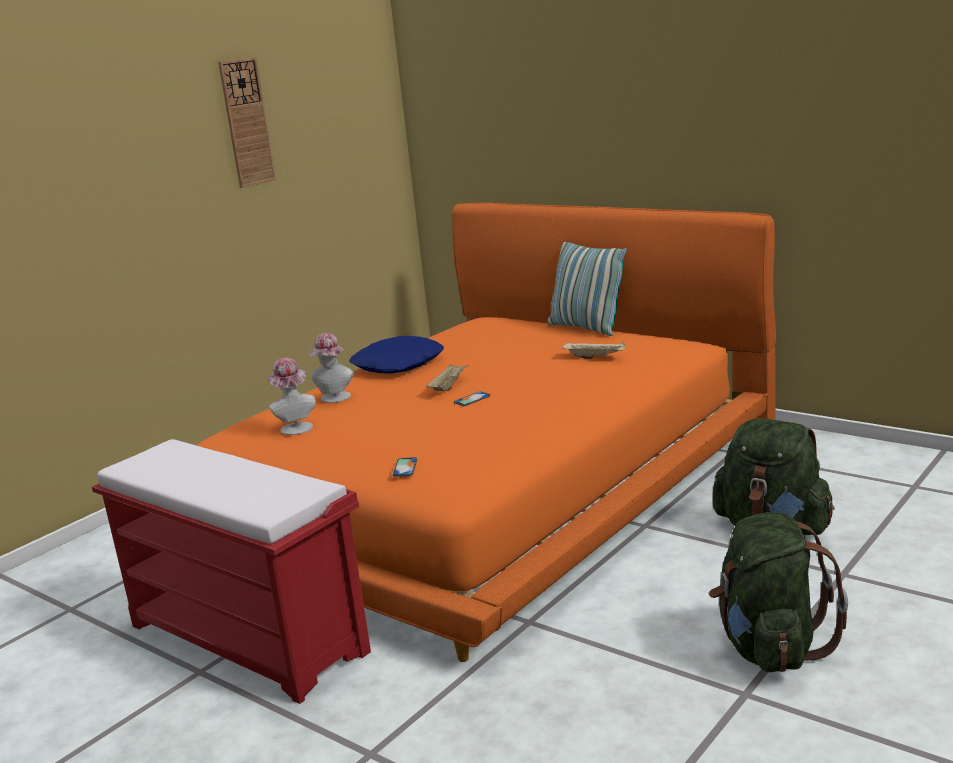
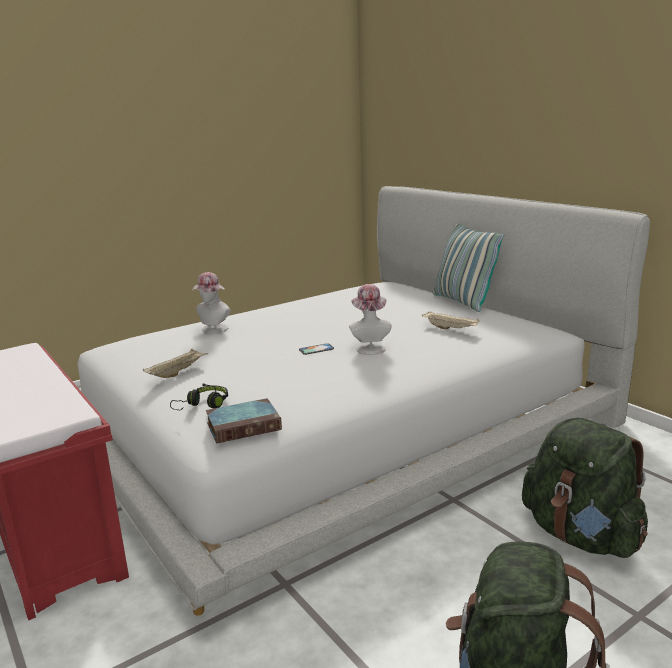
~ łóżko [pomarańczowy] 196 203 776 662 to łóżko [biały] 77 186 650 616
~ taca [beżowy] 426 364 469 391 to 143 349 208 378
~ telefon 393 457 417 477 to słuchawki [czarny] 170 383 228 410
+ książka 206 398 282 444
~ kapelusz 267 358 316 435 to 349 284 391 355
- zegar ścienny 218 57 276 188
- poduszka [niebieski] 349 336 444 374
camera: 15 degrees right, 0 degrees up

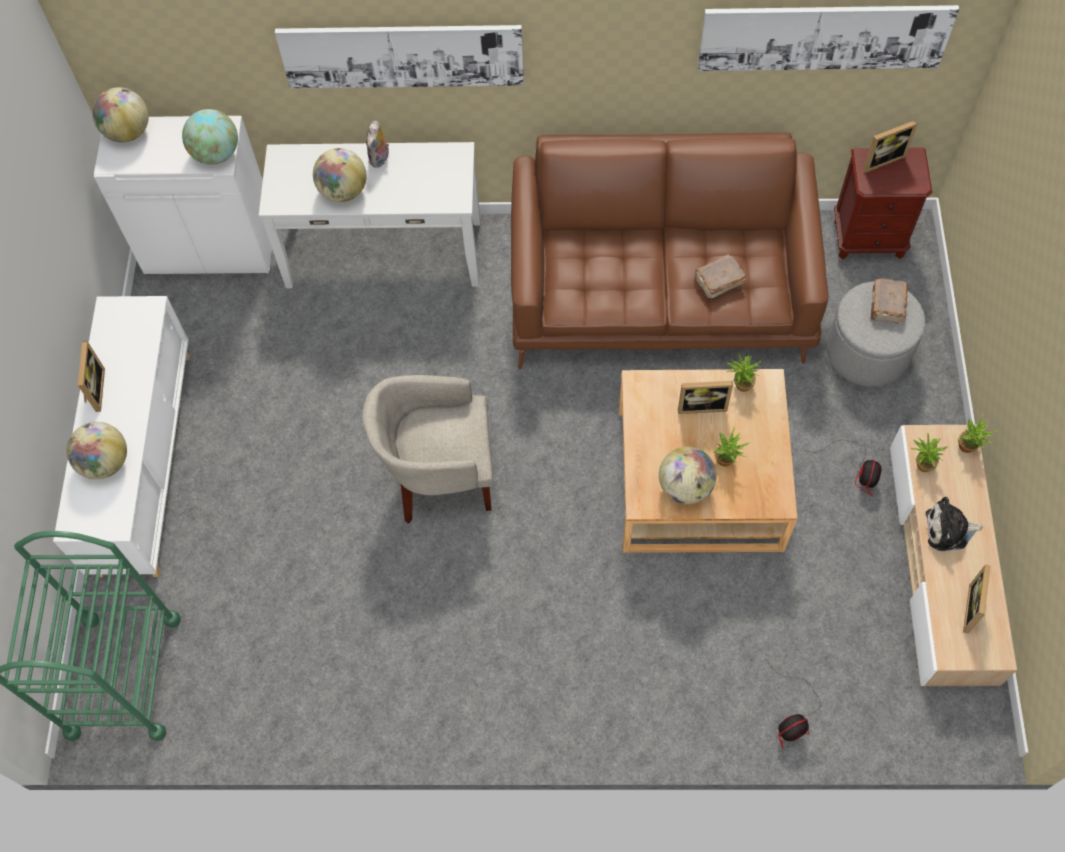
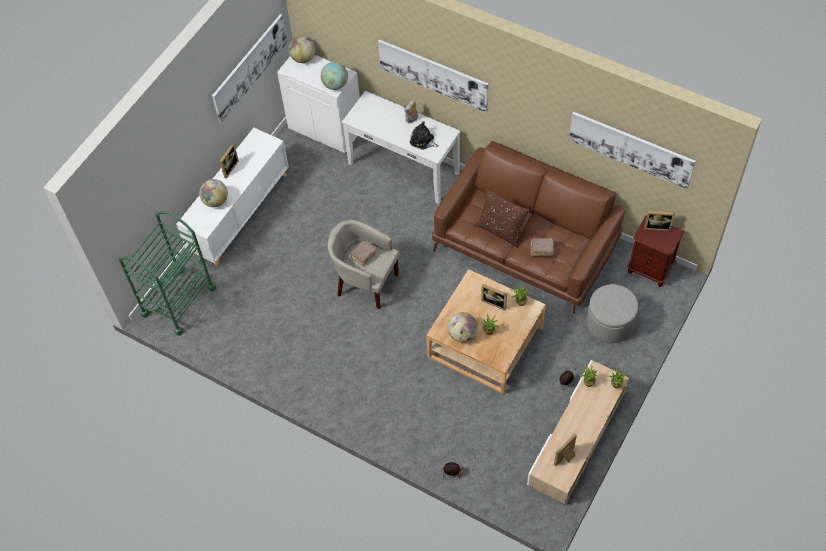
+ obraz 212 14 287 123
~ książka [brązowy] 871 278 908 323 to 351 240 377 266
~ pluszak 926 497 983 551 to 409 121 439 150
+ poduszka [brązowy] 476 189 529 248
- globus 313 148 366 202
camera: 30 degrees right, 5 degrees down

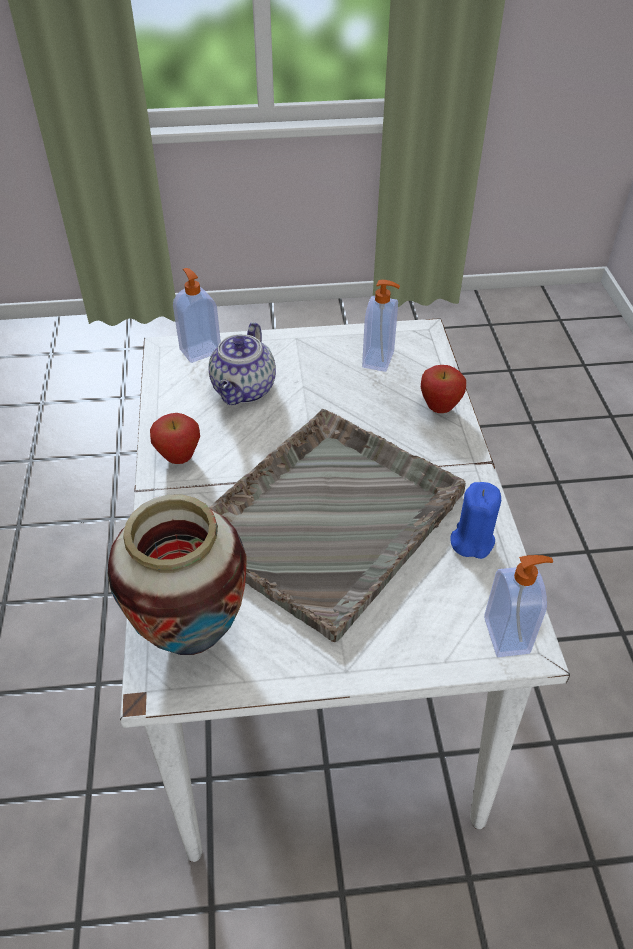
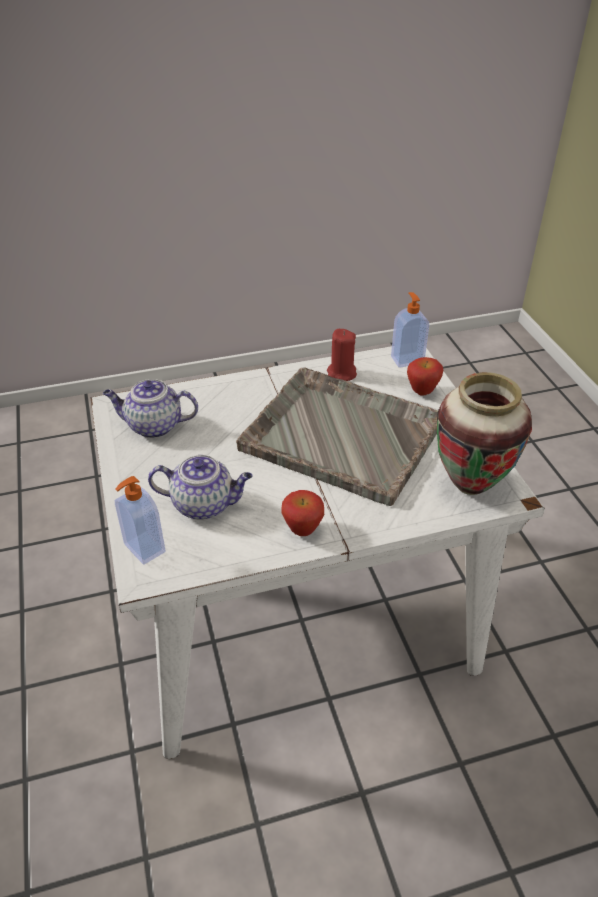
~ dozownik mydła 362 280 400 372 to imbryk 103 379 198 438
~ świeca [niebieski] 450 482 501 559 to świeca [czerwony] 327 329 357 381
~ jabłko 421 365 466 413 to 407 357 443 396
camera: 100 degrees left, 5 degrees down

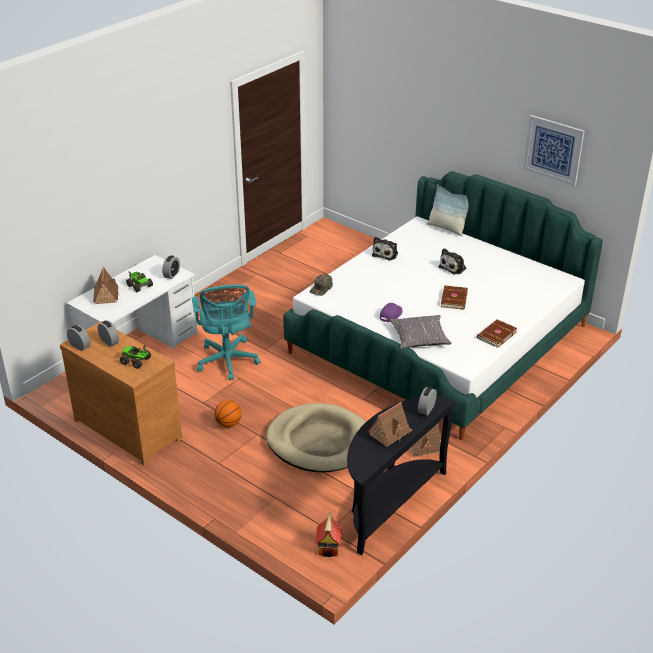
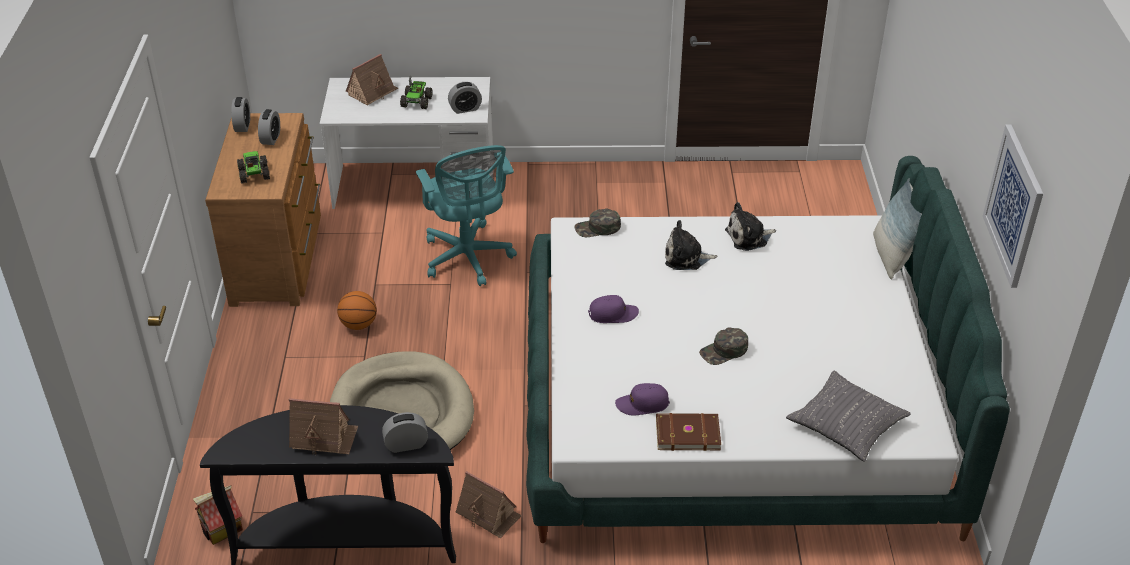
~ krzesło biurowe [turkusowy] 192 285 261 381 = 416 145 517 286 60 degrees counterclockwise
+ czapka z daszkiem [fioletowy] 615 383 670 416
~ pluszak 438 248 466 275 to 665 220 718 270
~ książka [brązowy] 441 285 468 310 to czapka z daszkiem [zielony] 699 327 748 365
~ poduszka [szary] 390 315 452 349 to 786 371 911 462
camera: 50 degrees right, 5 degrees up

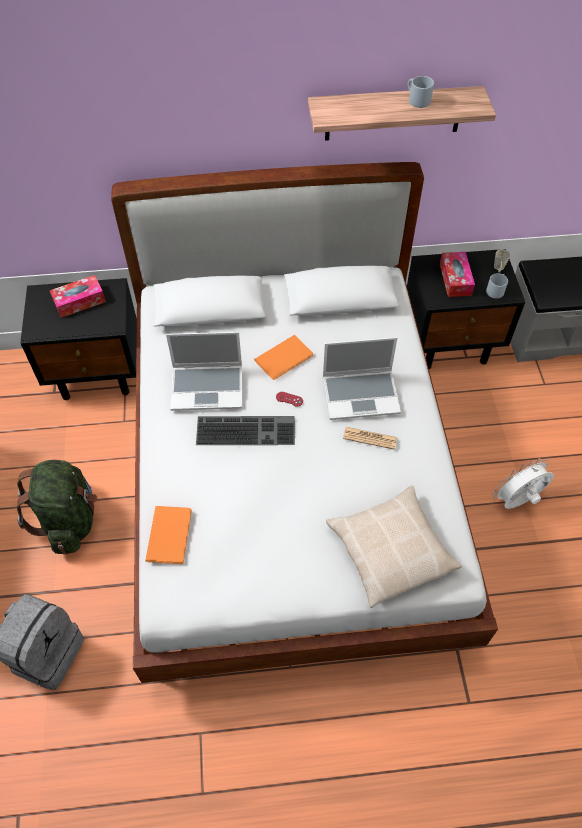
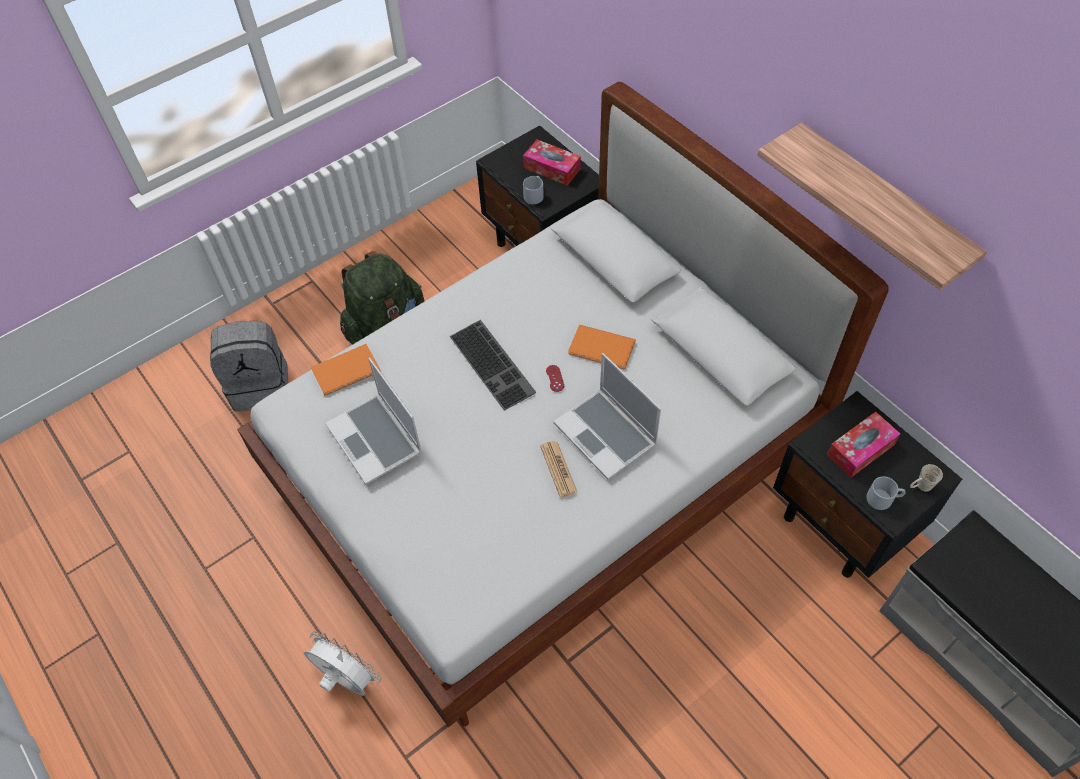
~ wentylator [biały] 492 458 554 509 to 304 631 381 696
~ laptop 166 332 242 411 to 325 358 422 485
~ kubek [szary] 408 76 434 108 to 523 176 544 204
- poduszka [beżowy] 326 485 462 608
camera: 60 degrees right, 0 degrees up

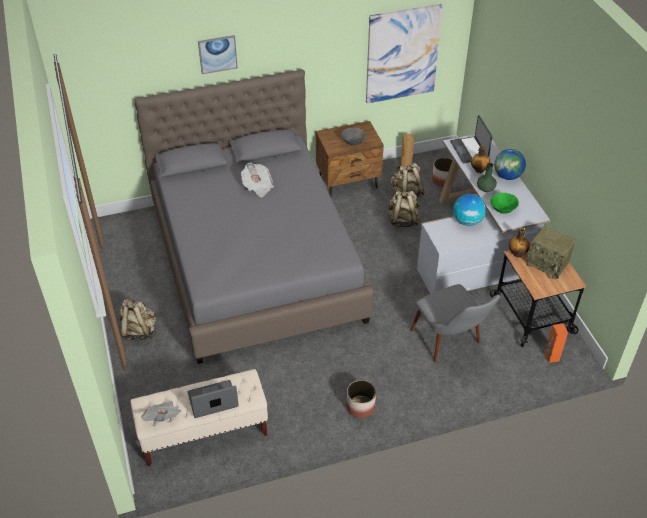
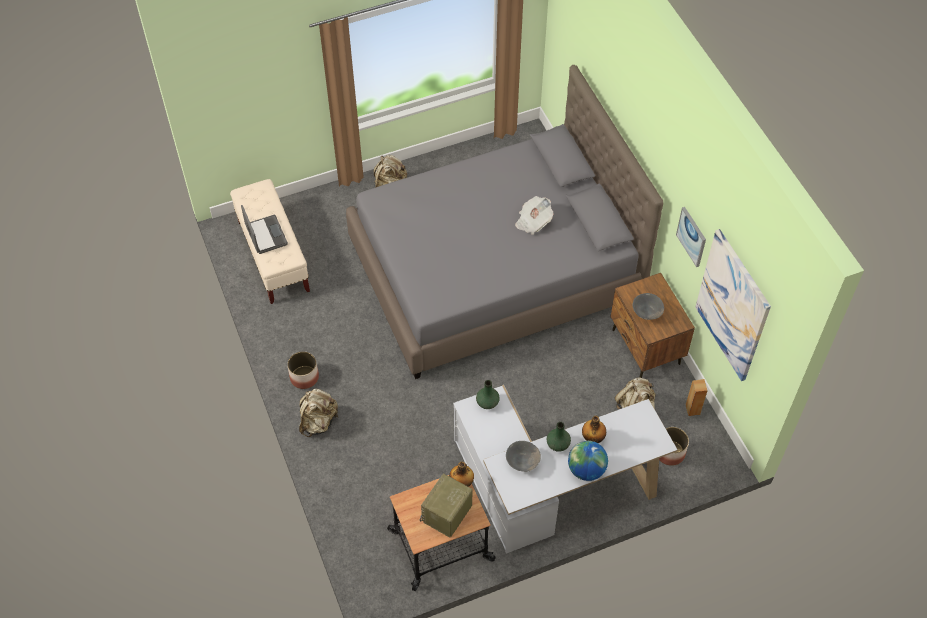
~ plecak [beżowy] 388 190 420 227 to 299 389 338 437
+ wazon [zielony] 476 380 500 409
~ miska [zielony] 490 193 519 214 to miska [szary] 506 441 541 472
~ obraz 198 35 238 74 to 676 207 706 267
- gazeta 141 401 181 423
- krzesło [szary] 410 284 500 362
- laptop 450 115 493 163
- globus 453 194 486 226
- głośnik [pomarańczowy] 545 323 568 363
camera: 85 degrees right, 10 degrees up

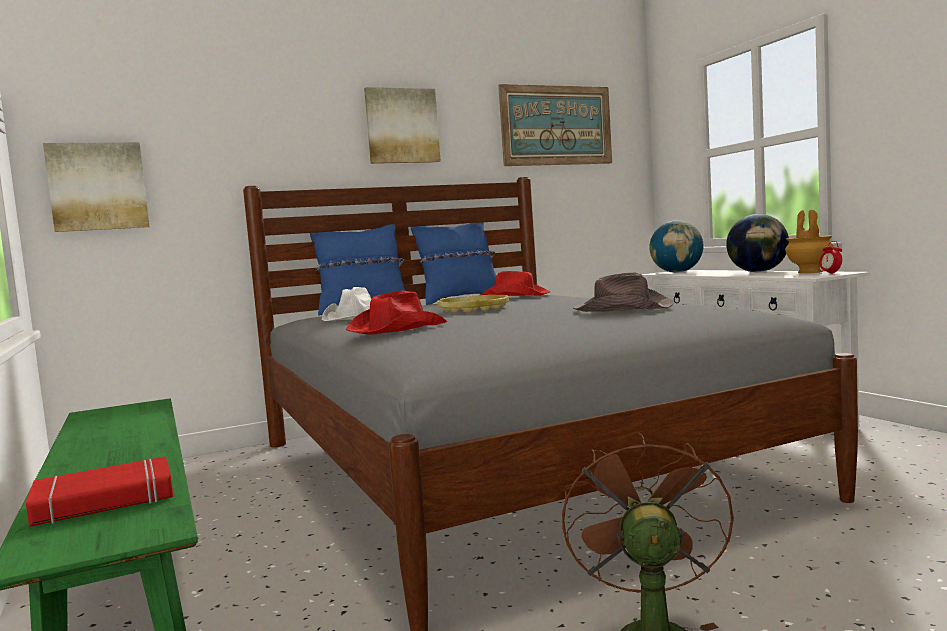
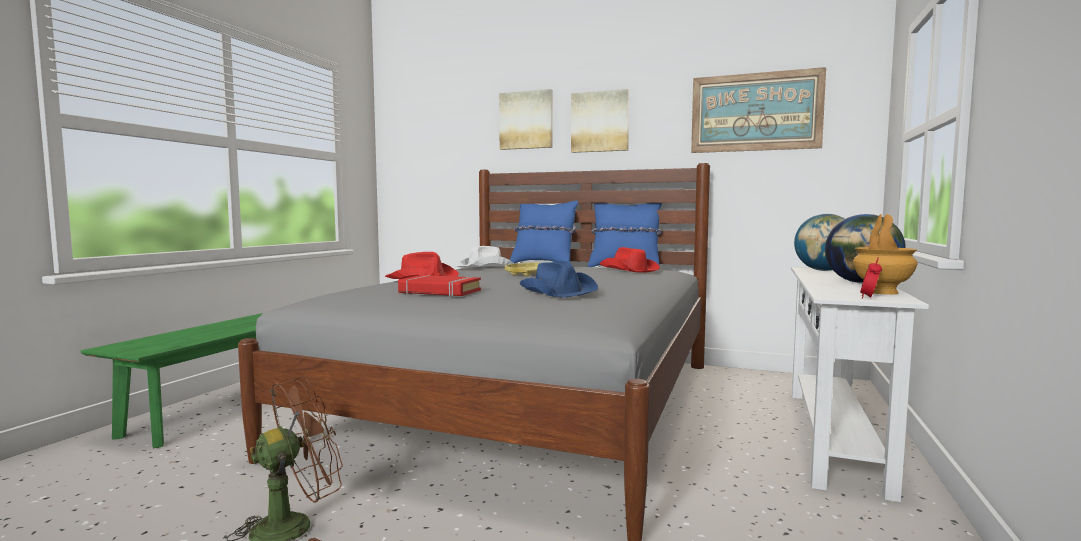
~ książka [czerwony] 26 456 173 527 to 398 275 481 297
~ obraz 43 142 149 232 to 499 89 553 150
~ kapelusz [brązowy] 573 273 673 312 to kapelusz [niebieski] 520 261 598 298
camera: 45 degrees right, 0 degrees up

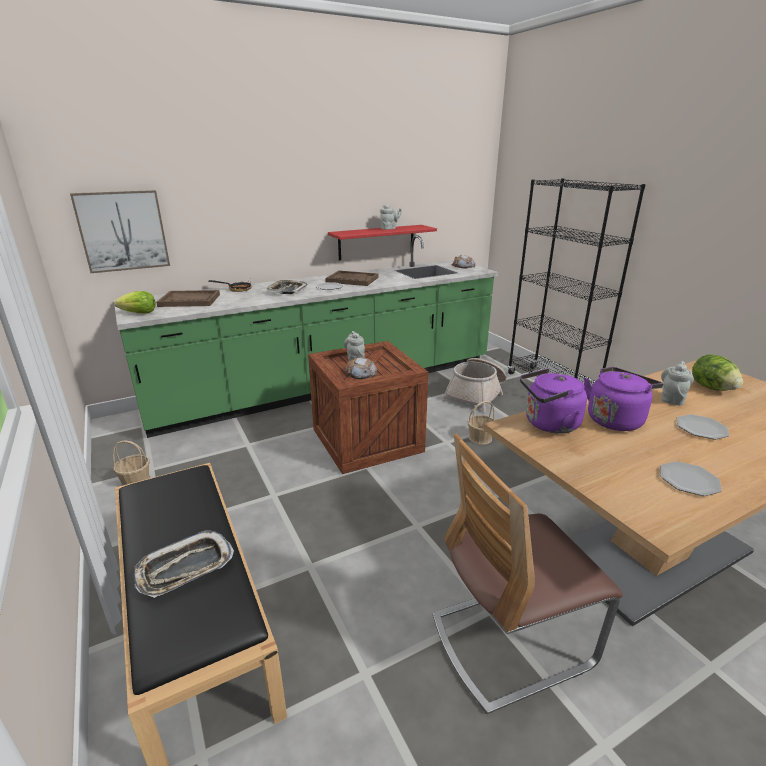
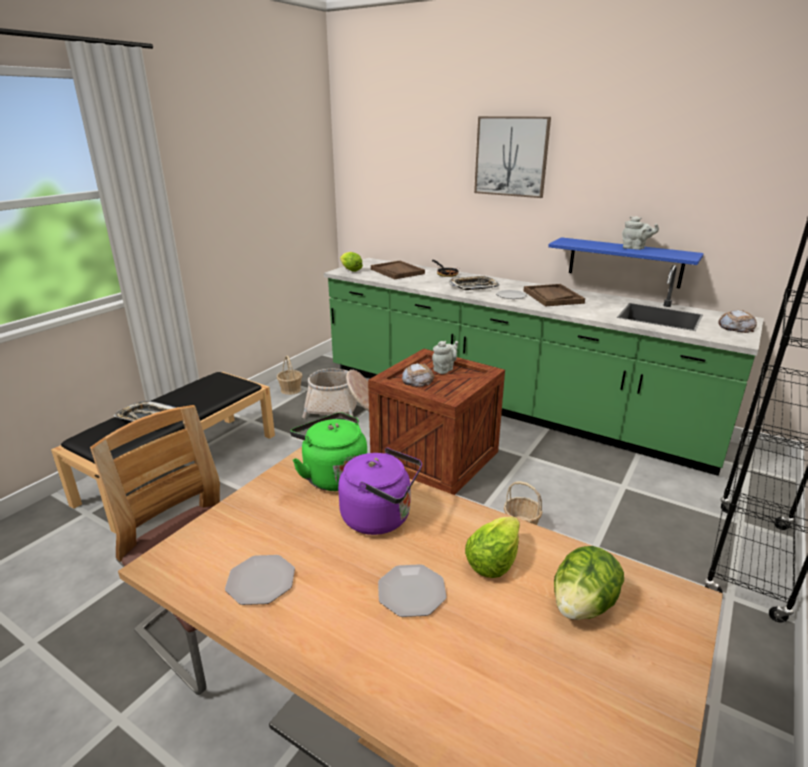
~ czajnik [fioletowy] 520 368 587 434 to czajnik [zielony] 290 412 367 491
~ koszyk 442 358 507 412 to 302 369 369 419
~ imbryk [szary] 661 361 694 406 to sałata 465 517 520 578
~ obraz 70 190 170 273 to 474 116 551 198
~ półka [czerwony] 328 225 437 261 to półka [niebieski] 548 237 704 289
camera: 60 degrees right, 0 degrees up

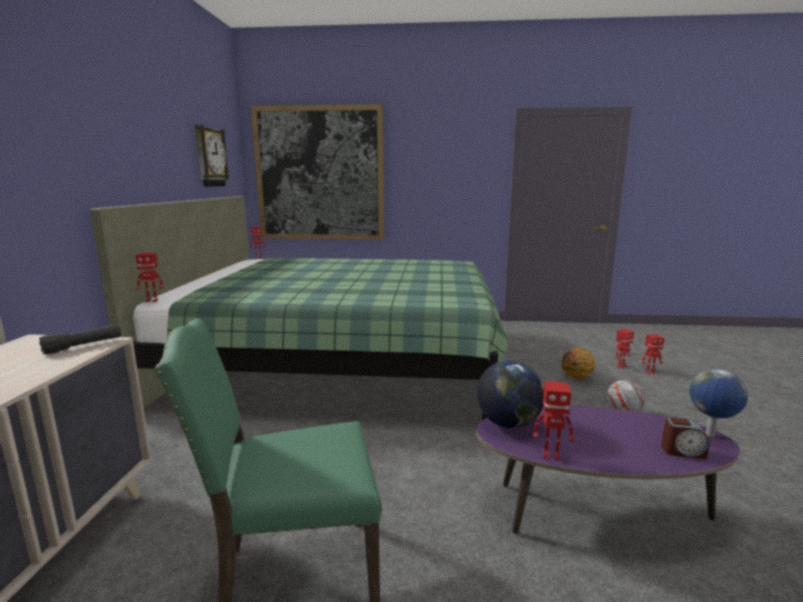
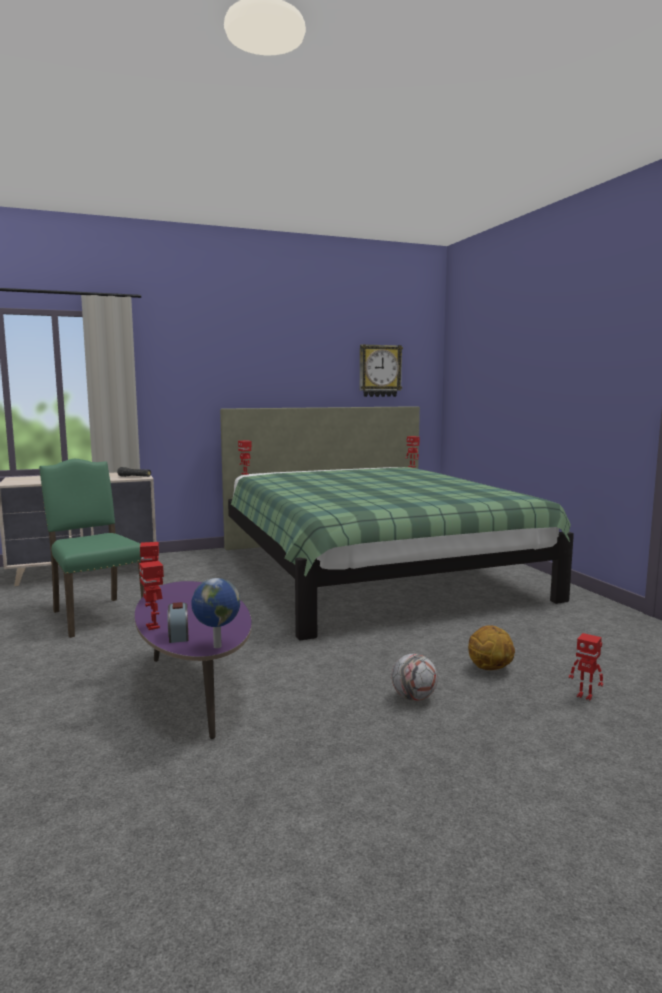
~ robot zabawkowy 642 334 664 374 to 139 561 164 630
- obraz 251 104 384 239
- globus 477 360 544 428
camera: 65 degrees right, 5 degrees down

